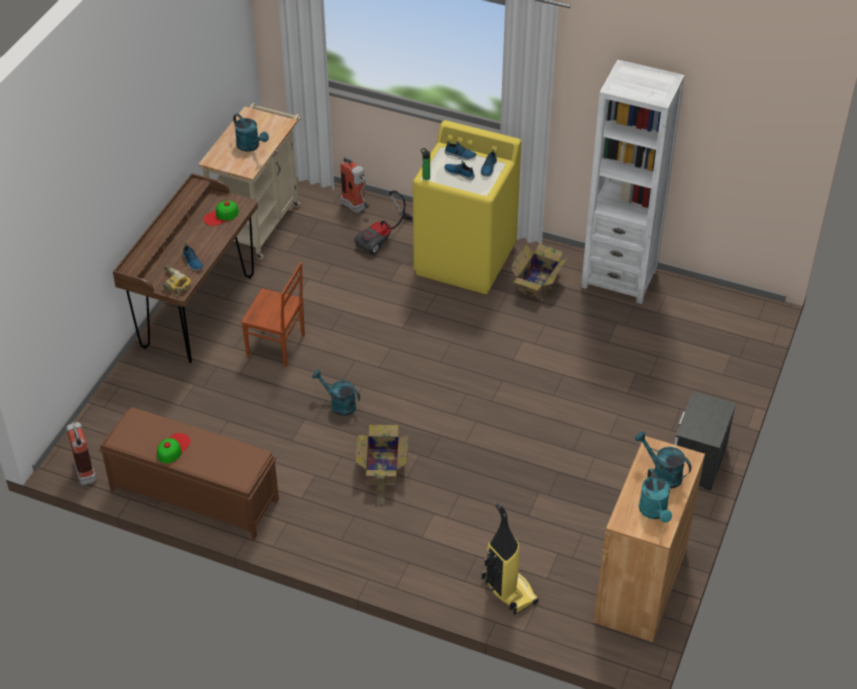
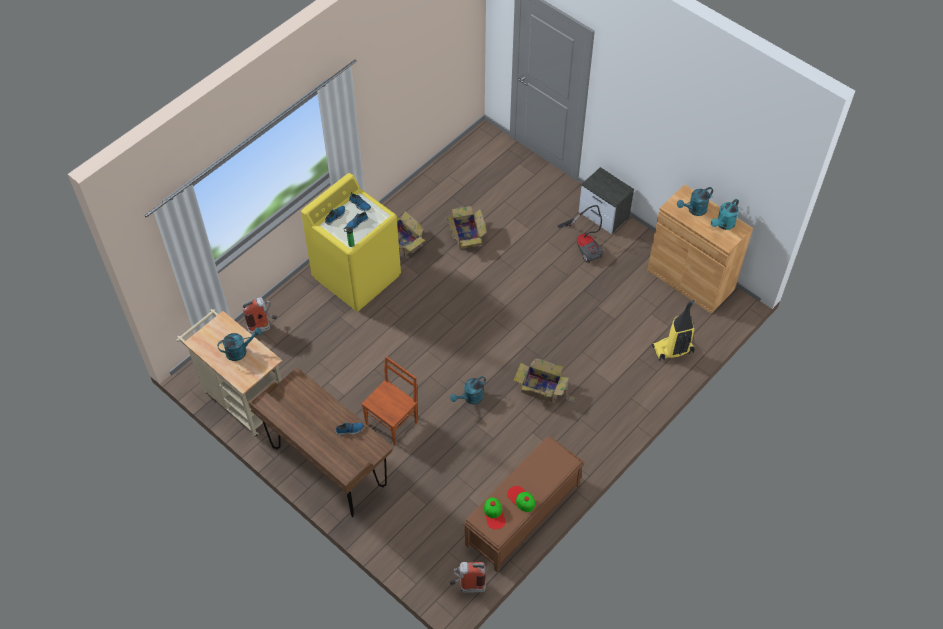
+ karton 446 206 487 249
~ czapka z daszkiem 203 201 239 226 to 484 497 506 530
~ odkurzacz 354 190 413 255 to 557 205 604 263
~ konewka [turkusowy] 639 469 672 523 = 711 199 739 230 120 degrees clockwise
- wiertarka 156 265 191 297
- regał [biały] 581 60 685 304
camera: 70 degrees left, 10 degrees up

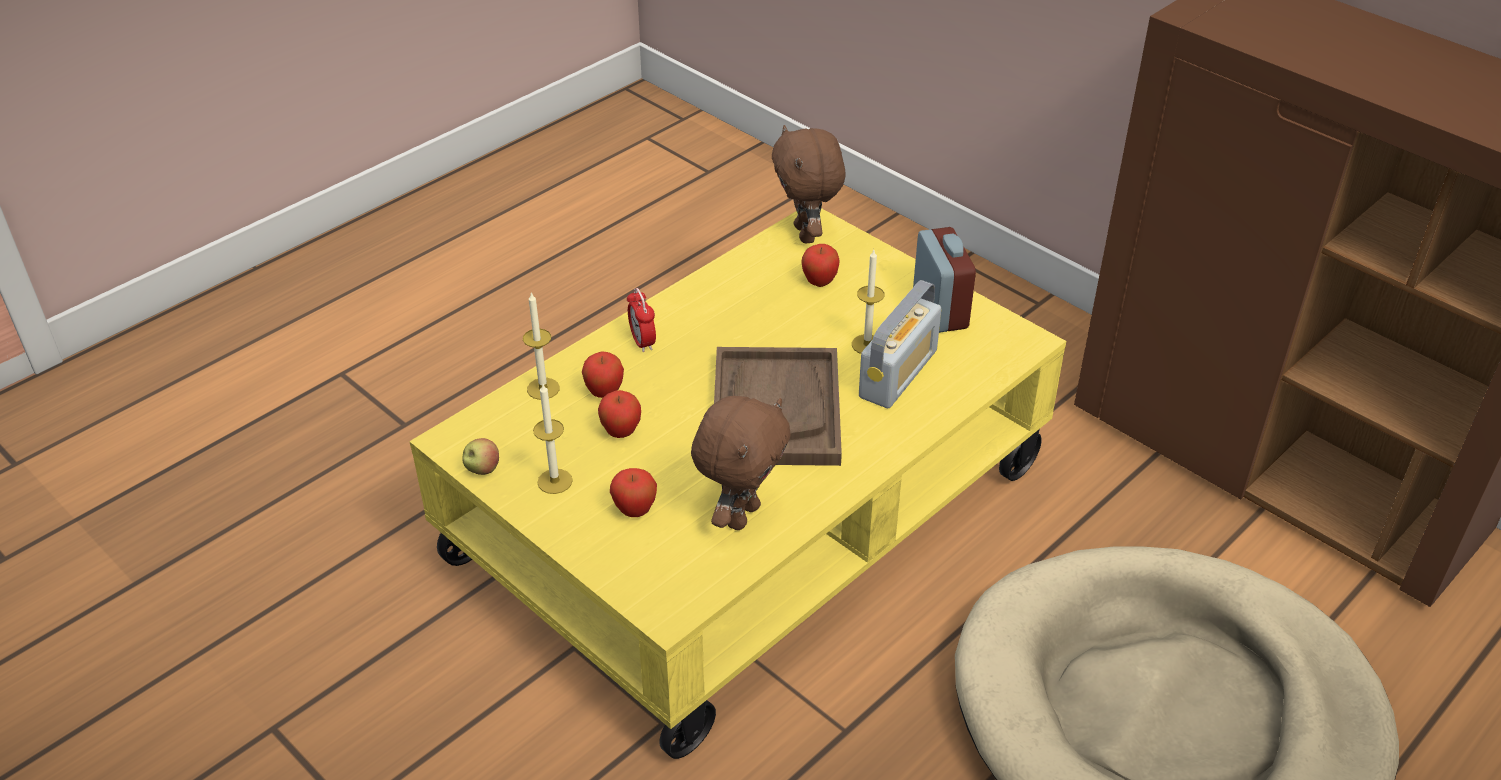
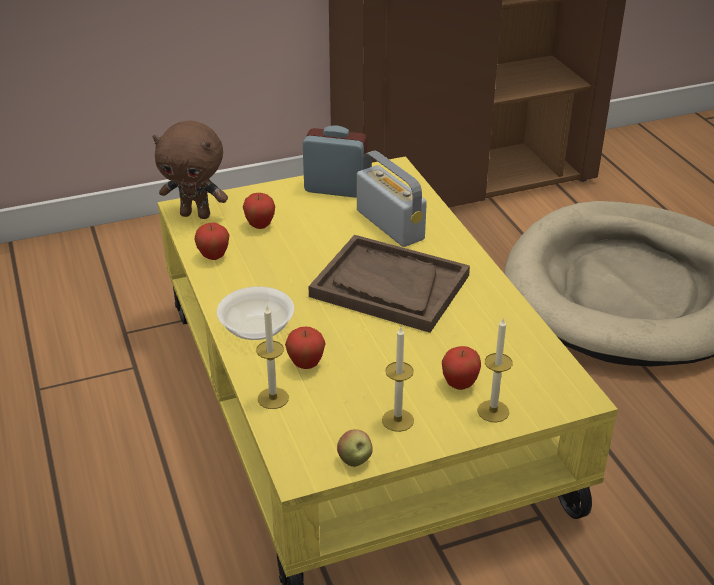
~ jabłko 598 390 641 438 to 194 222 229 260
~ budzik 627 288 656 352 to miska 217 286 294 340
~ świeca 852 250 884 354 to 478 317 513 422
- pluszak [brązowy] 691 396 791 530
camera: 65 degrees left, 5 degrees down

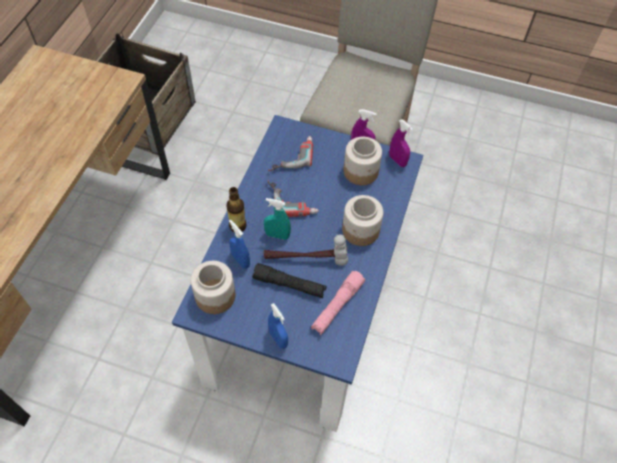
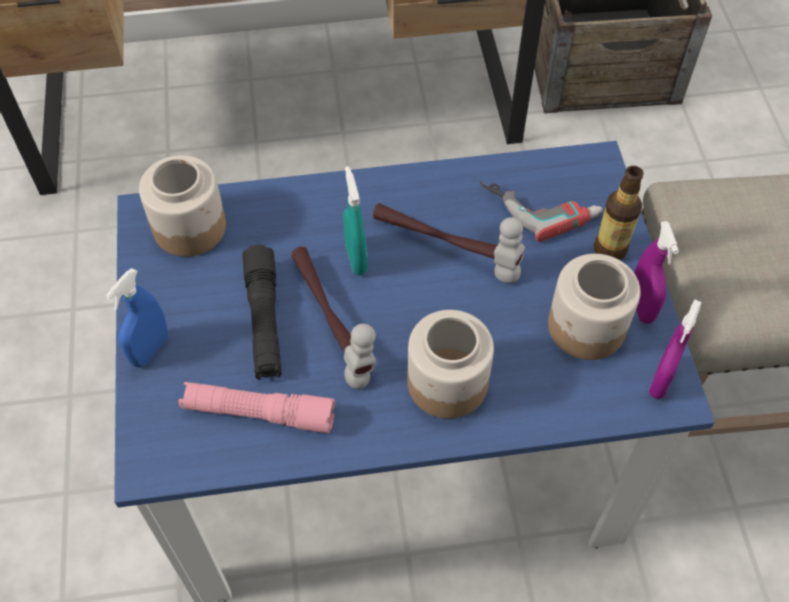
~ wiertarka 268 180 319 217 to młotek 373 203 525 283
~ butelka 226 187 246 232 to 593 166 643 260
- spryskiwacz [niebieski] 229 220 250 269
camera: 65 degrees right, 0 degrees up

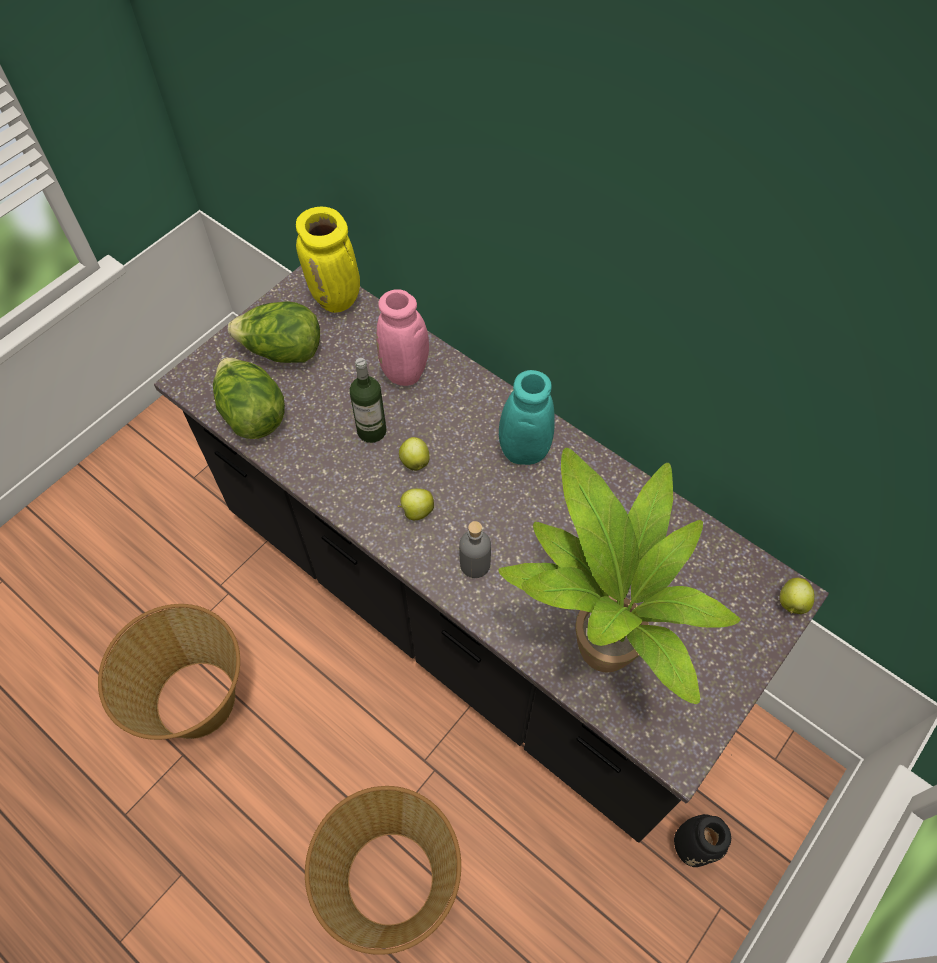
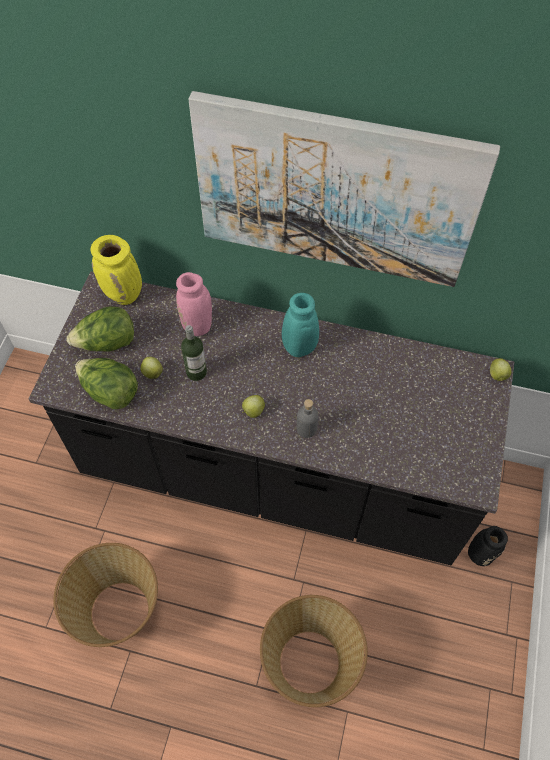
~ jabłko 399 437 429 471 to 140 357 163 379
+ obraz 188 91 500 287
- roślina doniczkowa 498 448 740 704
camera: 25 degrees left, 0 degrees up

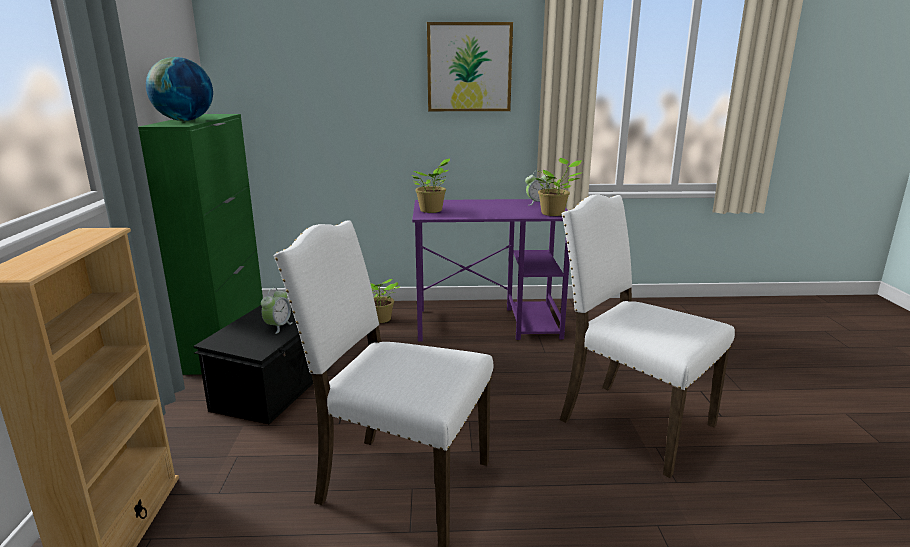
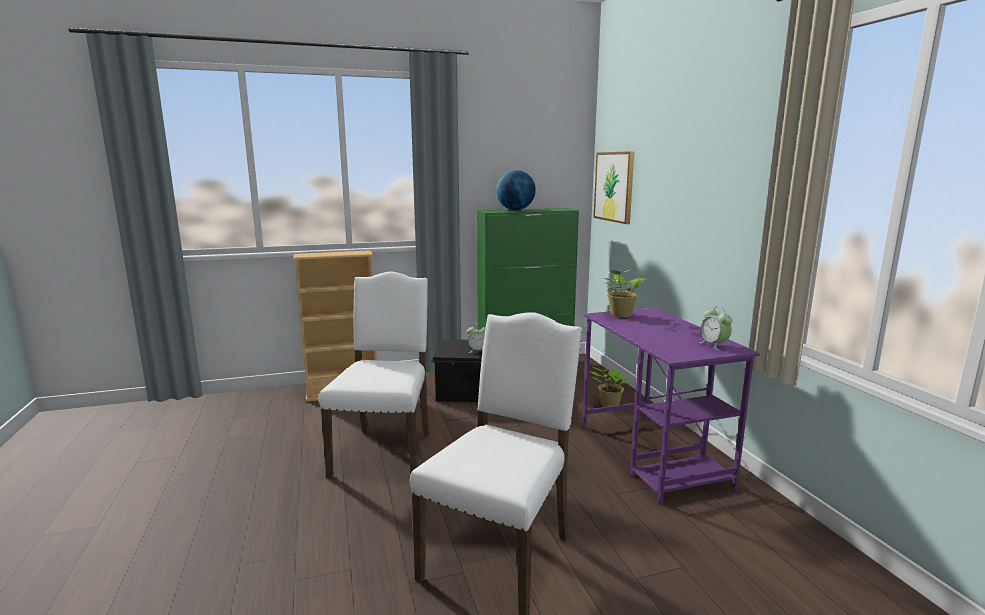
~ obraz 427 22 513 111 to 594 151 634 224
- roślina doniczkowa 536 158 582 216
camera: 75 degrees right, 5 degrees down

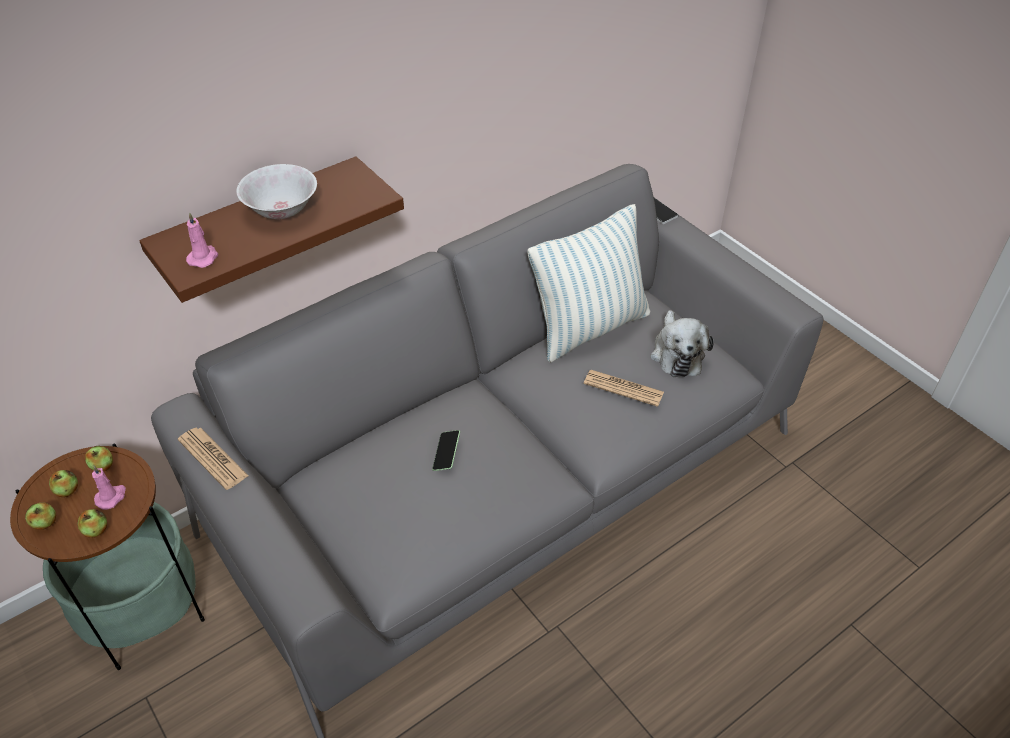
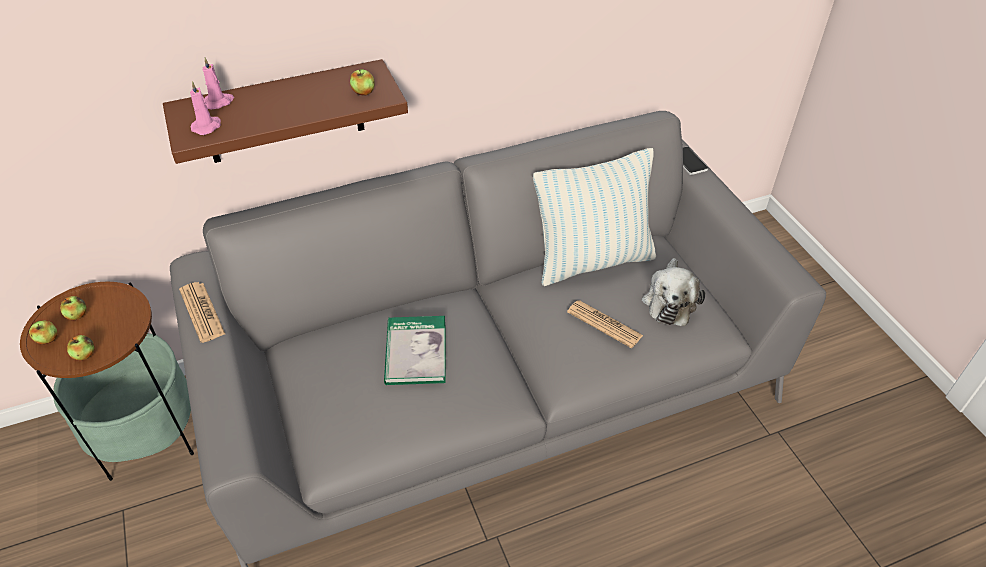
~ świeca [różowy] 92 465 126 510 to 203 57 234 110
~ jabłko 85 446 113 471 to 350 69 375 96
~ telefon 432 430 460 471 to książka 384 316 446 385
- miska [biały] 236 164 317 219
camera: 15 degrees right, 0 degrees up

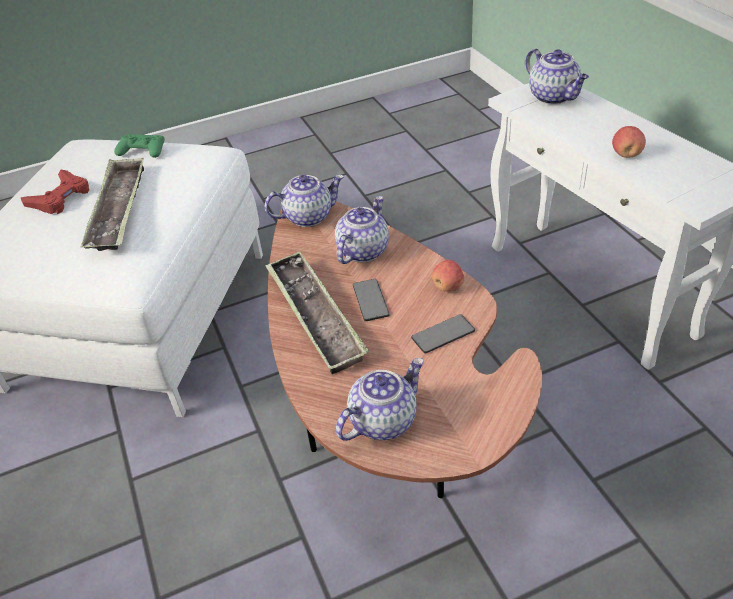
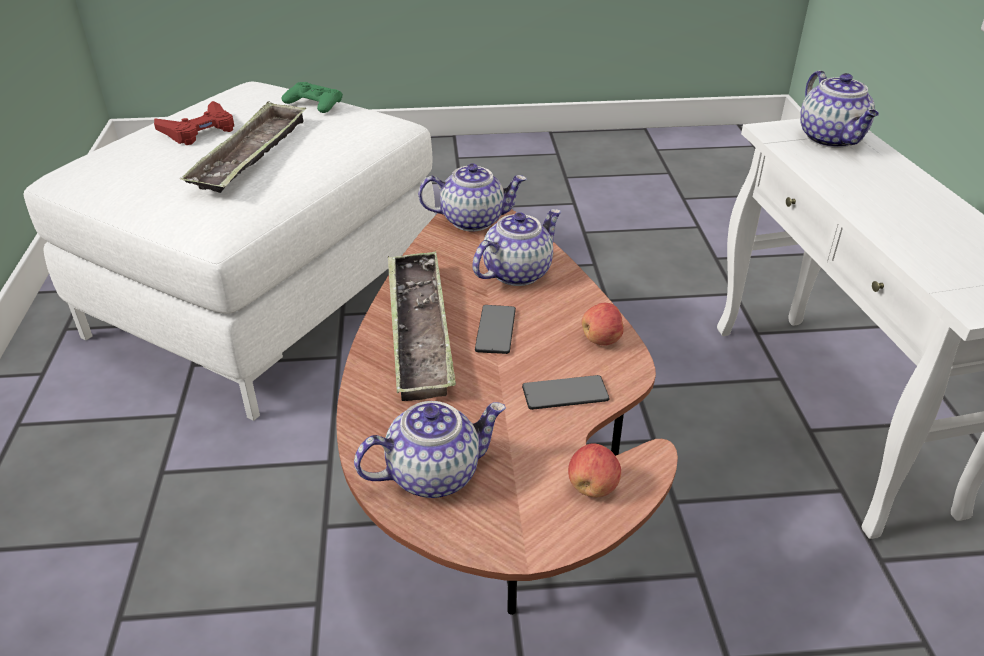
~ jabłko 612 126 646 158 to 568 443 621 497
camera: 15 degrees right, 5 degrees down

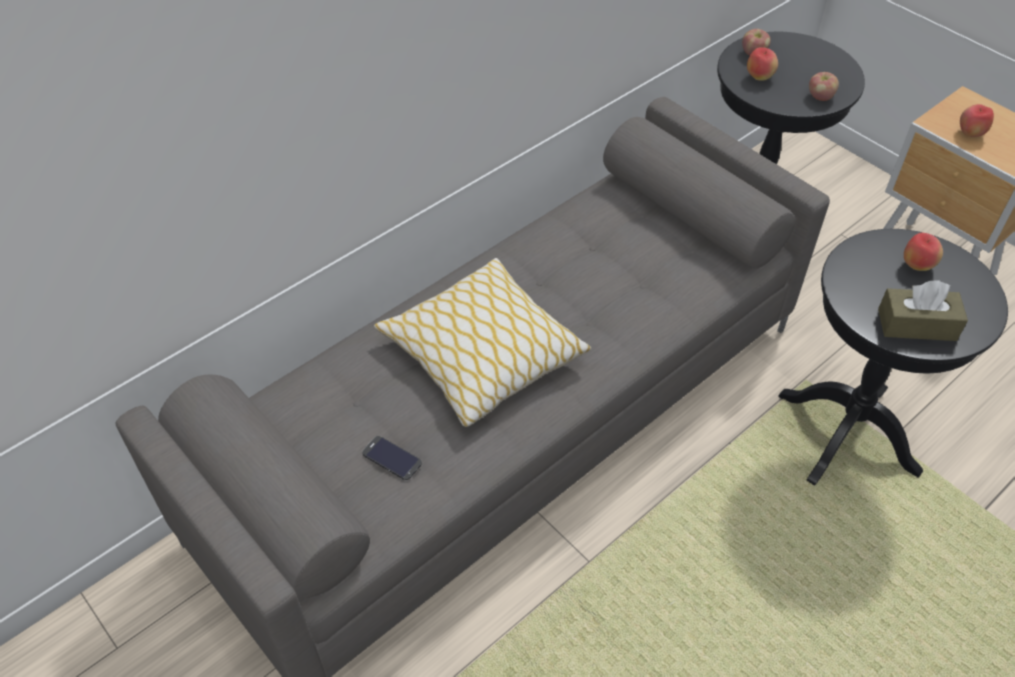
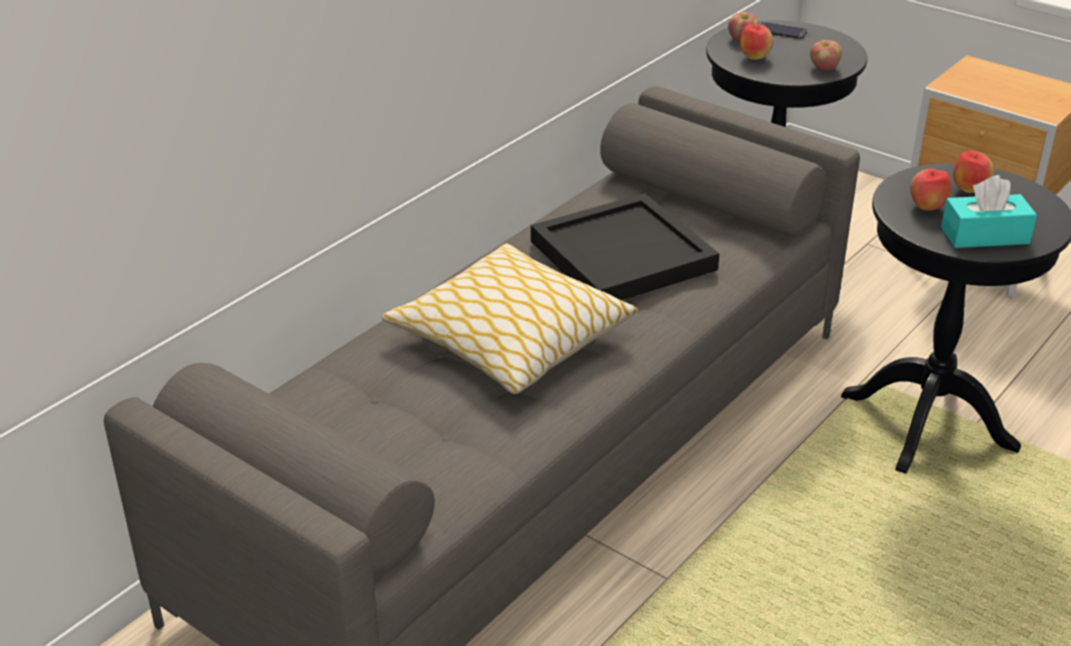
+ taca [czarny] 531 193 719 300
~ telefon 362 436 422 480 to 759 22 807 39
~ jabłko 960 104 994 137 to 910 169 951 211
~ pudełko chusteczek [brązowy] 878 280 968 341 to pudełko chusteczek [turkusowy] 941 175 1037 248
camera: 10 degrees left, 15 degrees down

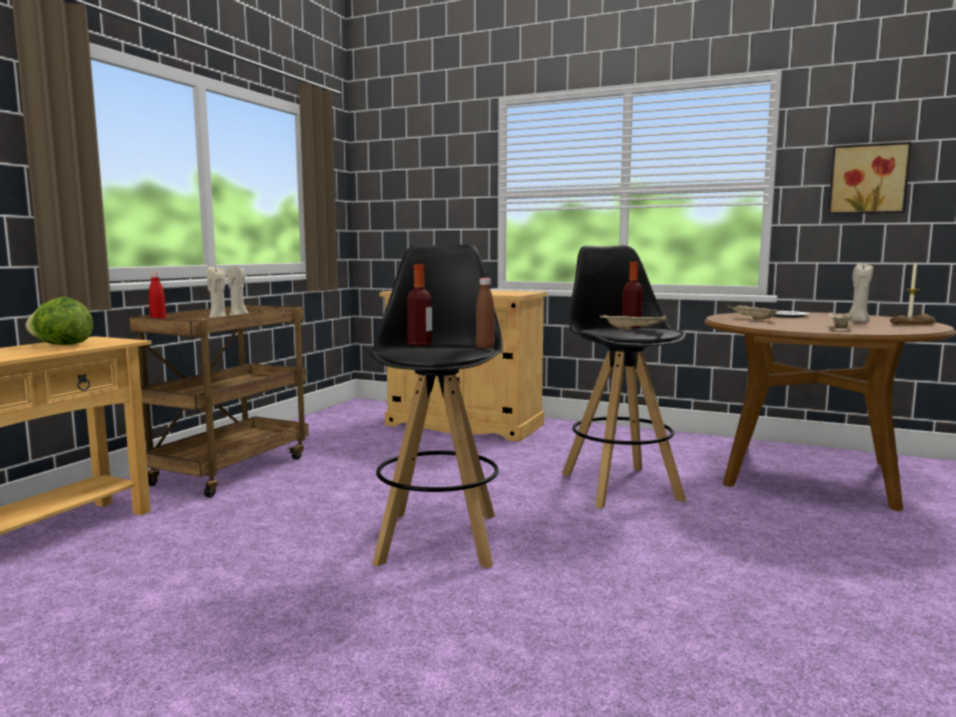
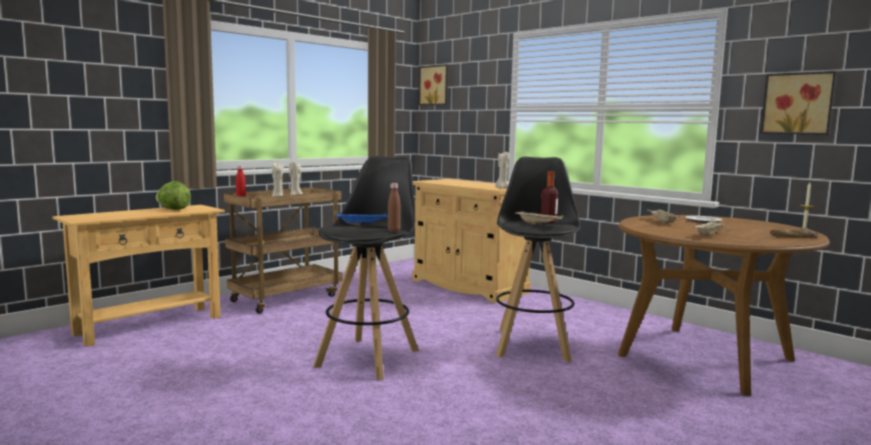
~ butelka 407 264 432 346 to taca [niebieski] 336 213 388 226
+ obraz 419 65 448 105
~ świeca [beżowy] 848 264 873 322 to 495 152 510 189
camera: 20 degrees right, 0 degrees up

